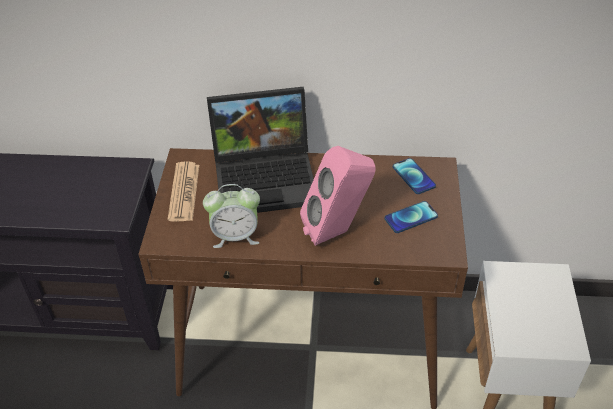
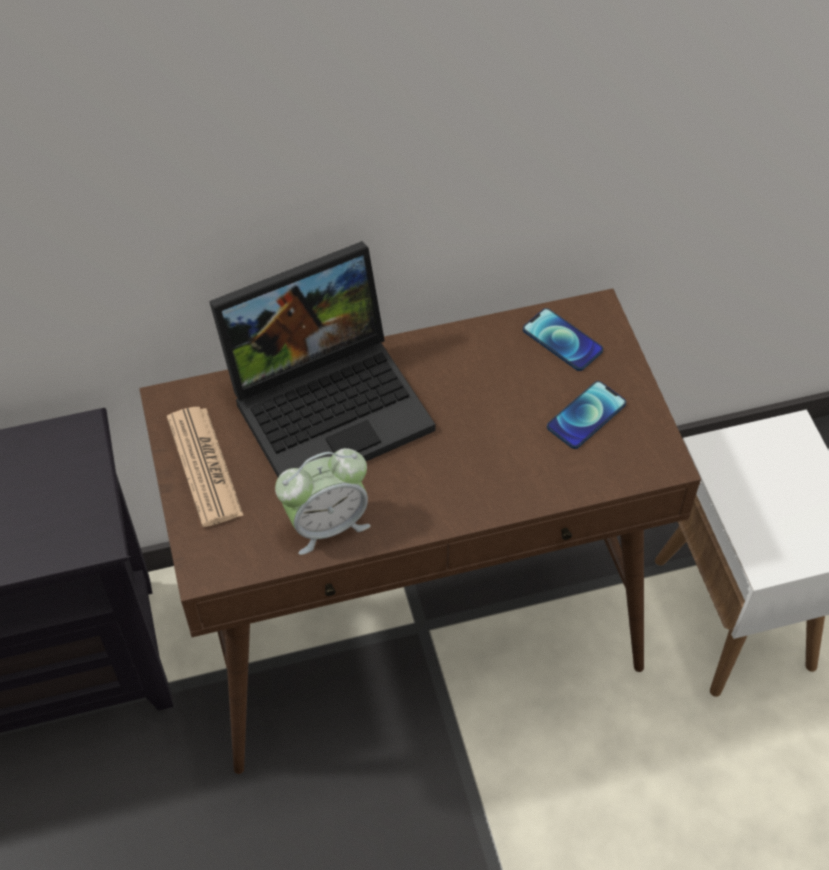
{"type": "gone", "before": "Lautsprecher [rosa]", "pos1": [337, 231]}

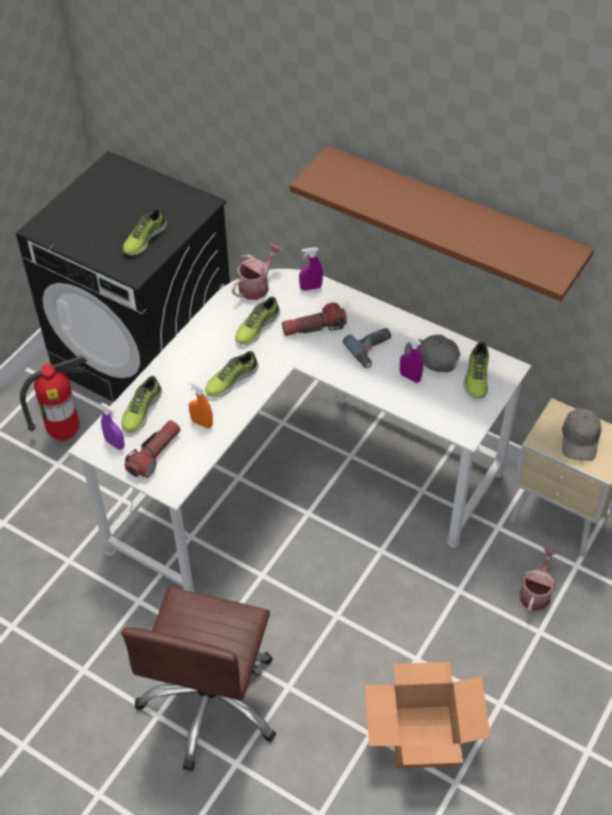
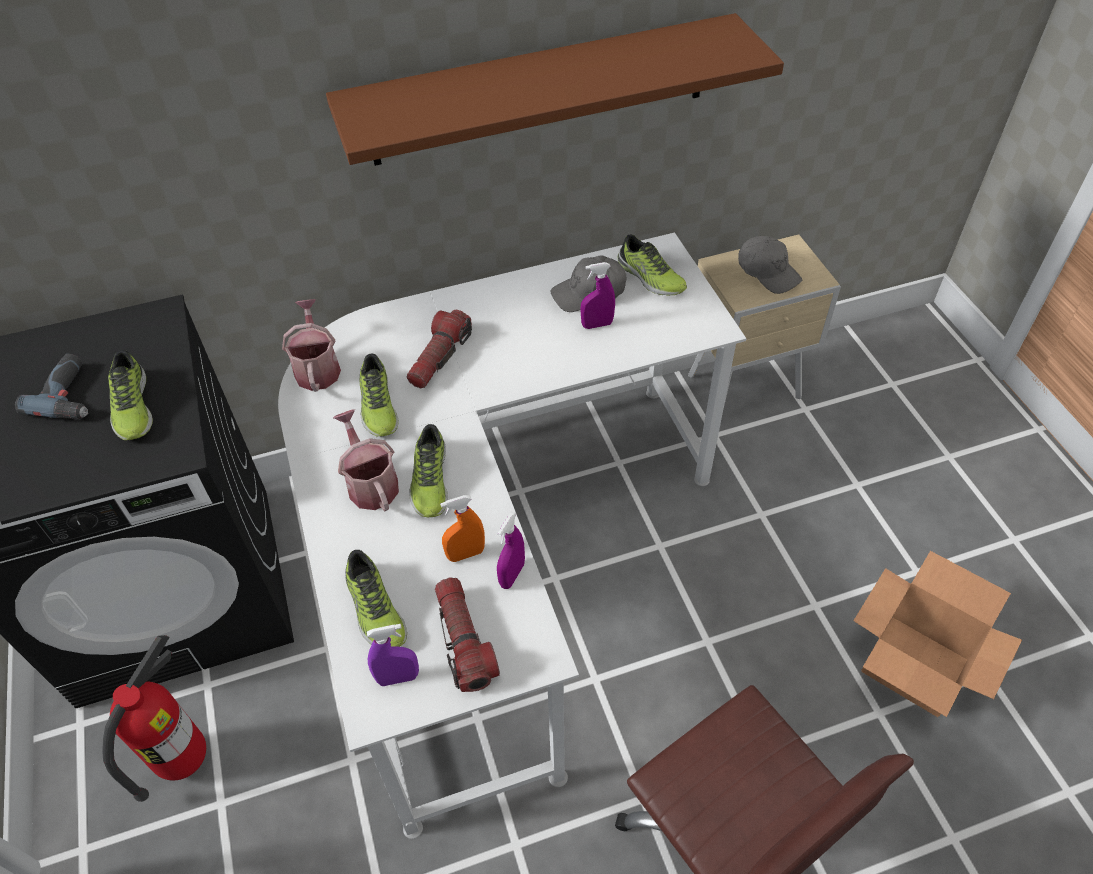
{"type": "shifted", "before": "Sprühflasche [lila]", "pos1": [311, 288], "pos2": [512, 575]}
{"type": "shifted", "before": "Bohrmaschine", "pos1": [372, 350], "pos2": [71, 394]}
{"type": "shifted", "before": "Gießkanne", "pos1": [536, 592], "pos2": [370, 483]}

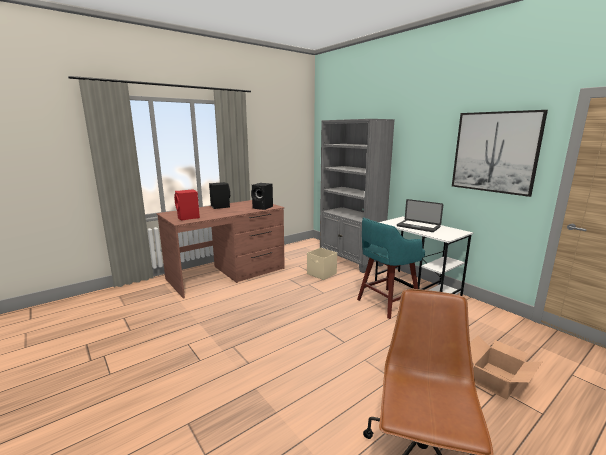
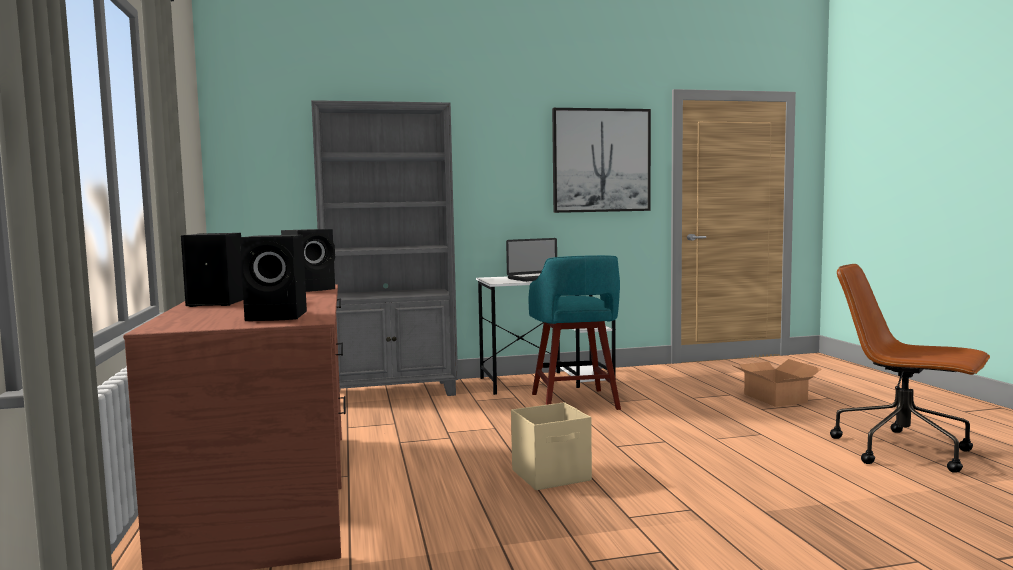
{"type": "shifted", "before": "Aufbewahrungsbox [beige]", "pos1": [321, 274], "pos2": [552, 475]}
{"type": "repainted", "before": "Lautsprecher [rot]", "after": "Lautsprecher [schwarz]", "pos1": [188, 217], "pos2": [279, 317]}

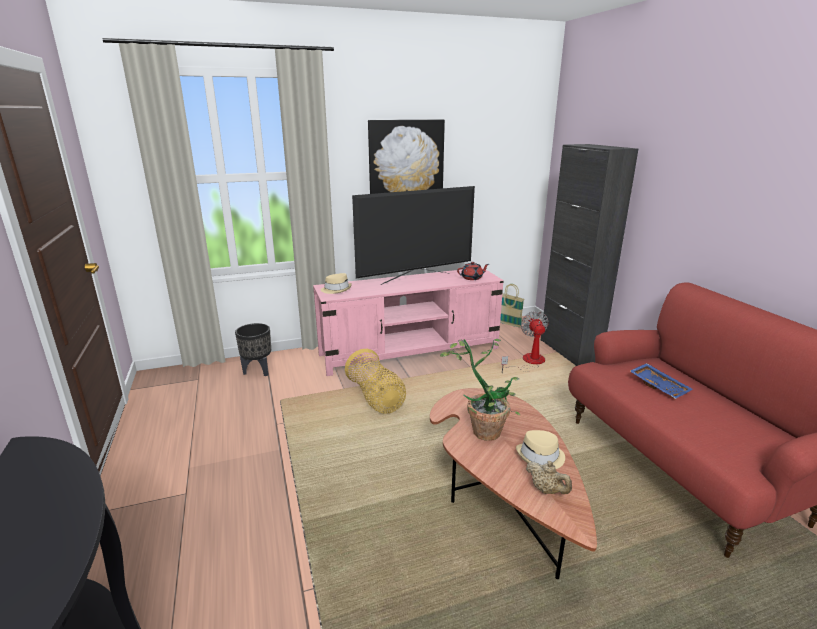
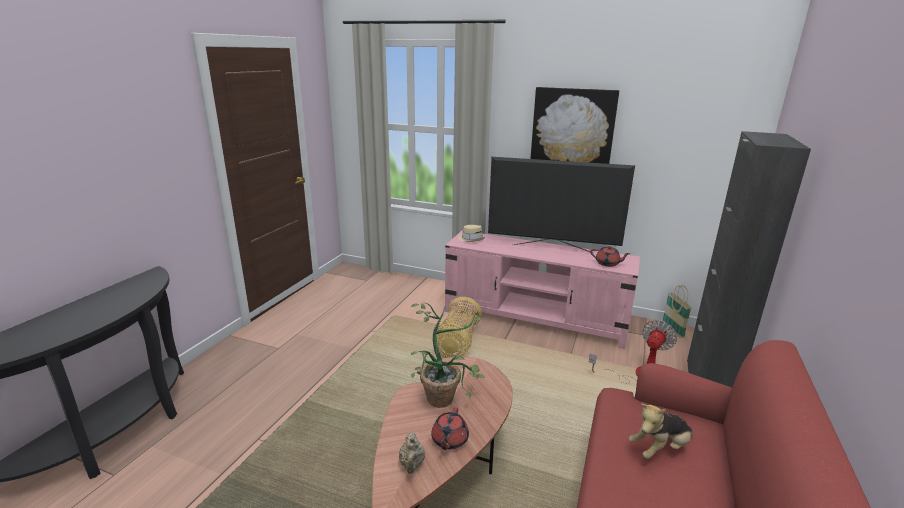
{"type": "gone", "before": "Pflanzkübel [schwarz]", "pos1": [258, 371]}
{"type": "swapped", "before": "Hut [beige]", "after": "Teekanne [rot]", "pos1": [541, 457], "pos2": [449, 440]}
{"type": "swapped", "before": "Tablett [blau]", "after": "Plüschtier", "pos1": [659, 386], "pos2": [660, 448]}

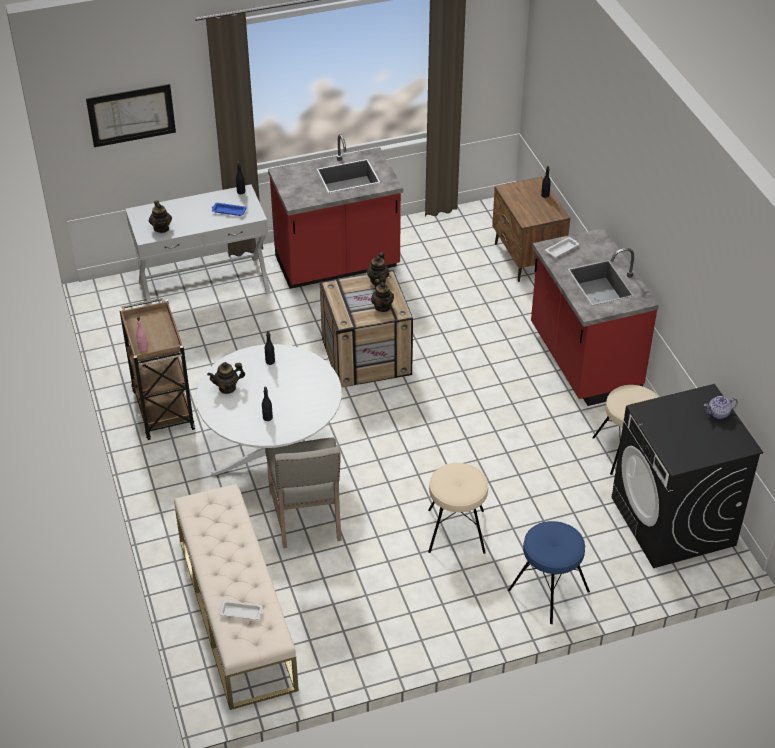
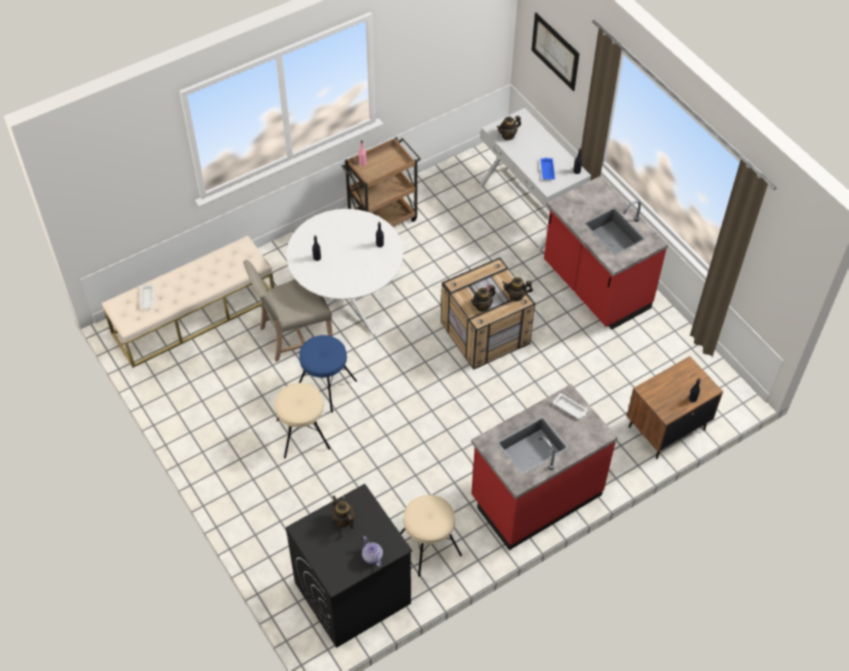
{"type": "shifted", "before": "Teekanne", "pos1": [227, 387], "pos2": [343, 520]}
{"type": "shifted", "before": "Hocker [blau]", "pos1": [548, 591], "pos2": [326, 386]}

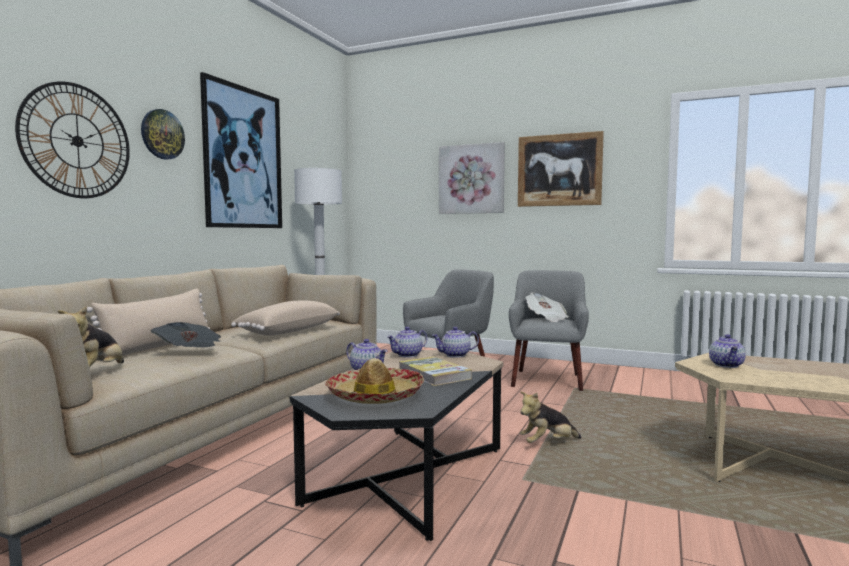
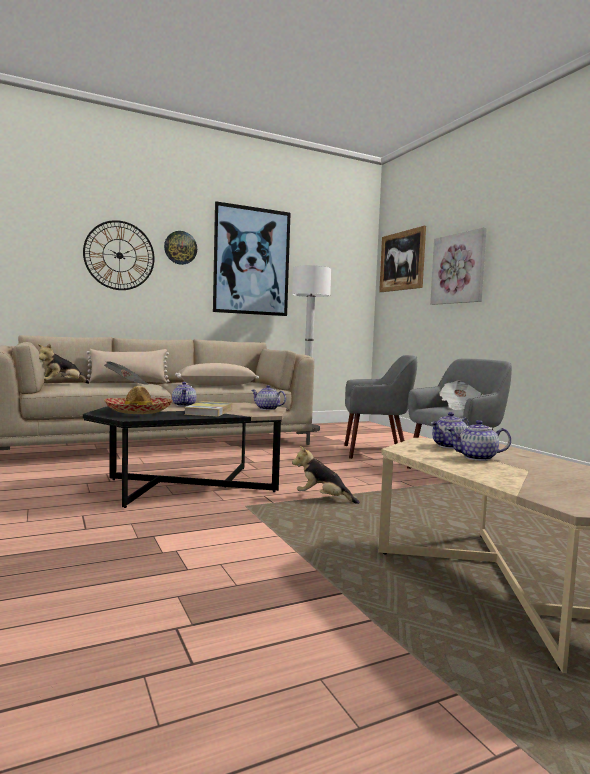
{"type": "shifted", "before": "Teekanne", "pos1": [407, 355], "pos2": [477, 458]}
{"type": "shifted", "before": "Bild", "pos1": [559, 170], "pos2": [402, 261]}

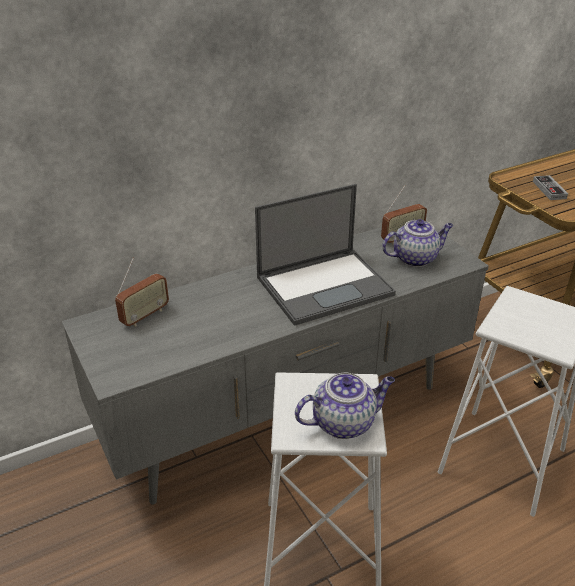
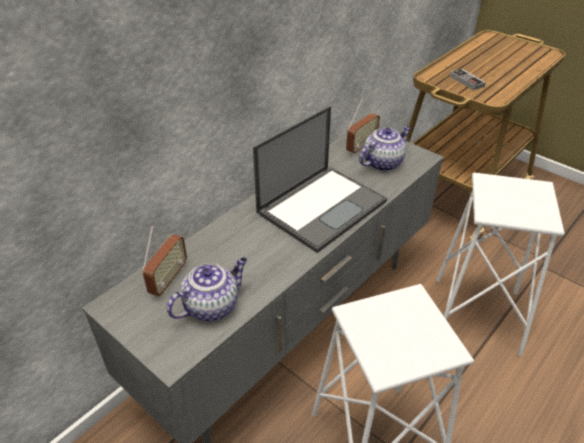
{"type": "shifted", "before": "Teekanne", "pos1": [344, 422], "pos2": [212, 305]}

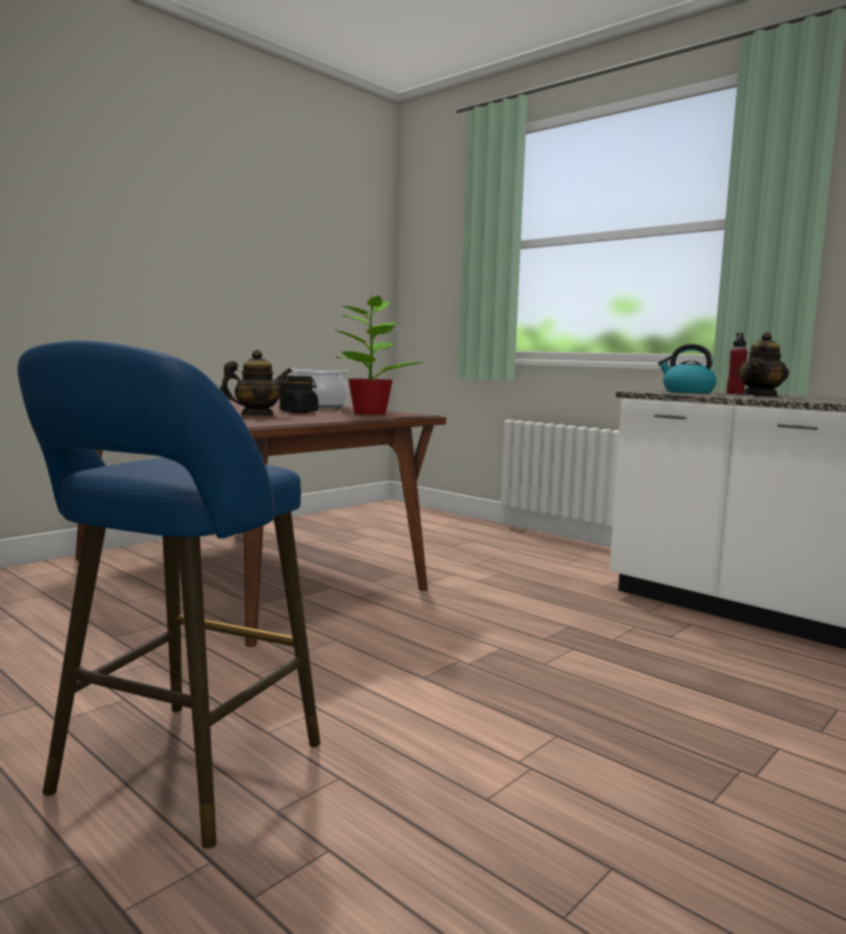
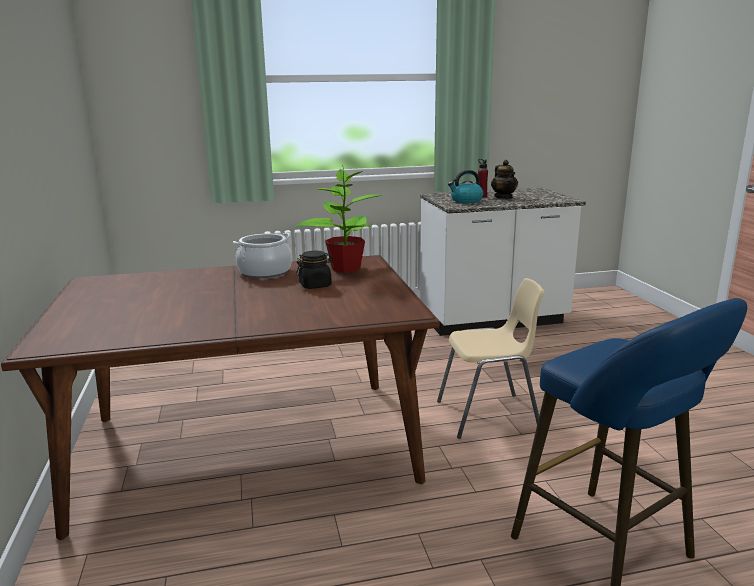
{"type": "gone", "before": "Teekanne", "pos1": [257, 416]}
{"type": "new", "after": "Stuhl [beige]", "pos2": [489, 415]}

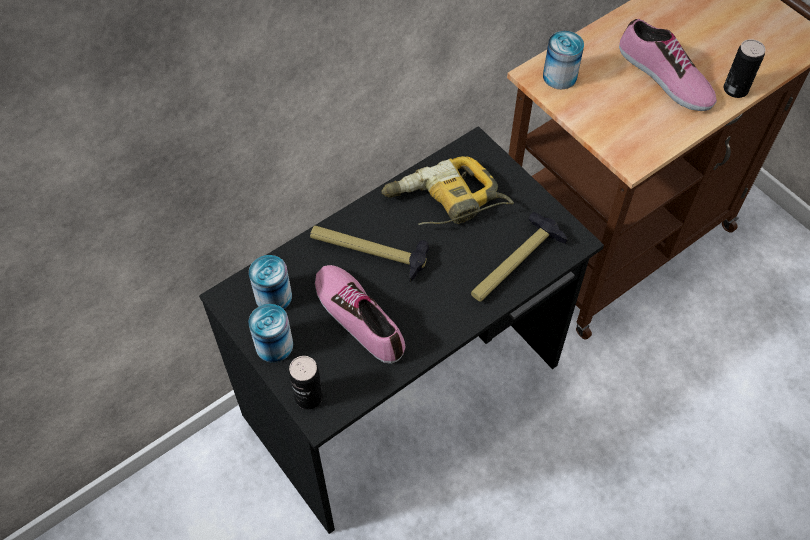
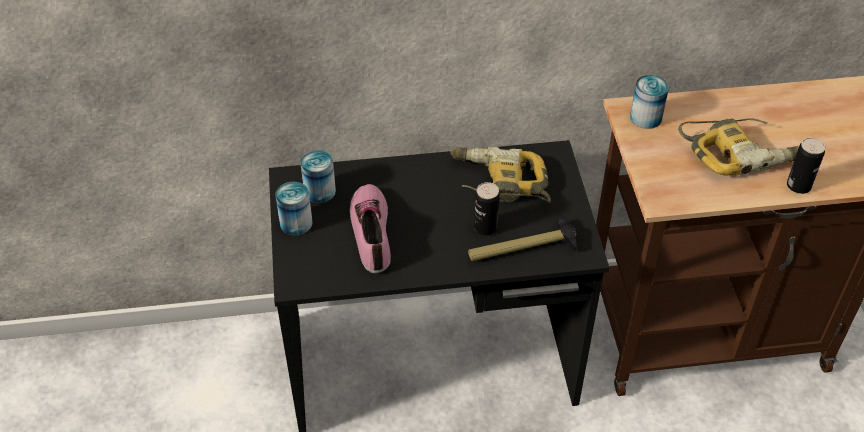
{"type": "gone", "before": "Hammer", "pos1": [368, 252]}
{"type": "shifted", "before": "Dose", "pos1": [308, 397], "pos2": [485, 227]}
{"type": "swapped", "before": "Schuh", "after": "Bohrmaschine", "pos1": [664, 77], "pos2": [739, 152]}

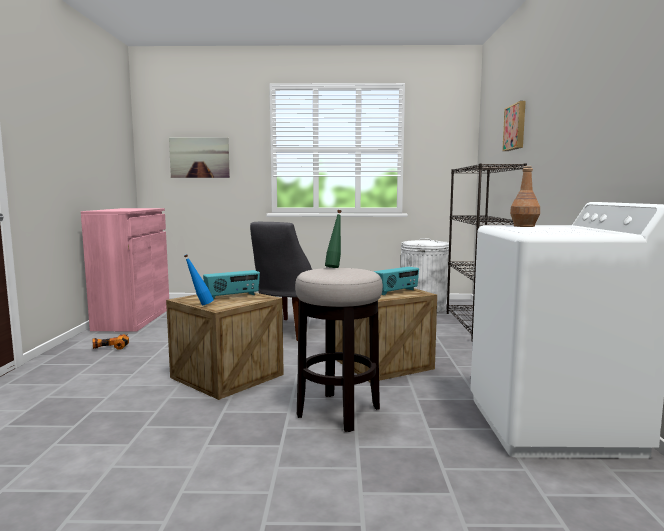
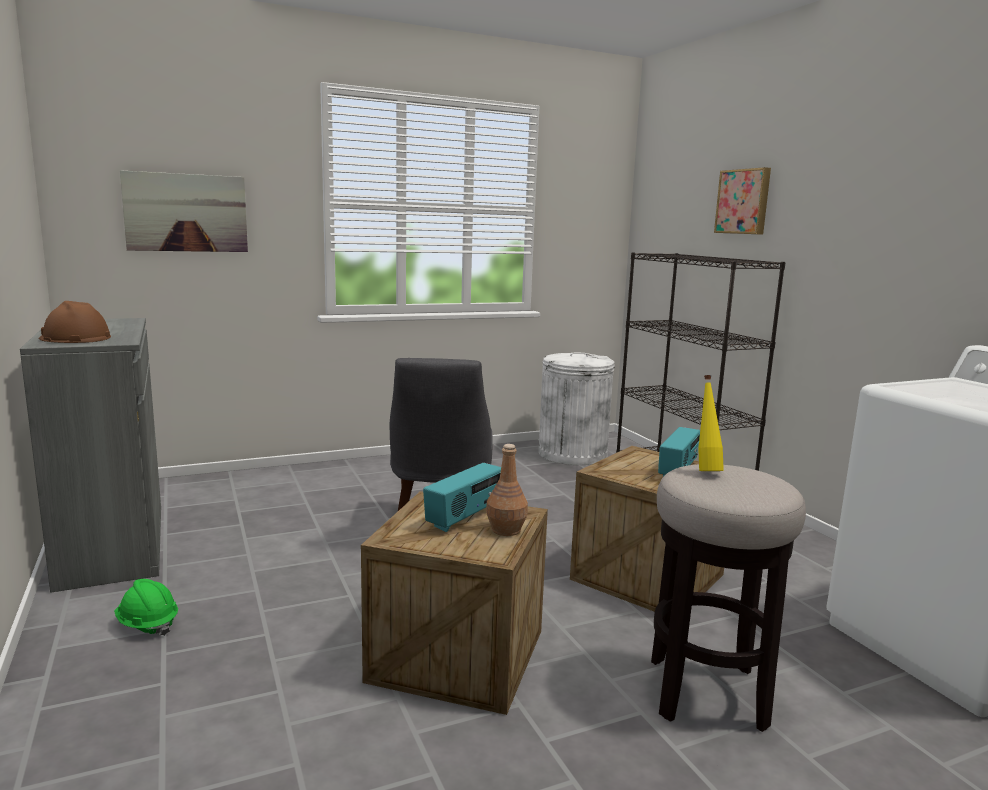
{"type": "gone", "before": "Flasche [blau]", "pos1": [200, 305]}
{"type": "new", "after": "Schutzhelm [braun]", "pos2": [75, 338]}
{"type": "shifted", "before": "Flasche [braun]", "pos1": [524, 226], "pos2": [505, 530]}
{"type": "swapped", "before": "Bohrmaschine", "after": "Schutzhelm [grün]", "pos1": [111, 346], "pos2": [147, 624]}
{"type": "repainted", "before": "Schrank [rosa]", "after": "Schrank [grau]", "pos1": [133, 319], "pos2": [112, 544]}
{"type": "repainted", "before": "Flasche [grün]", "after": "Flasche [gelb]", "pos1": [334, 267], "pos2": [705, 470]}

